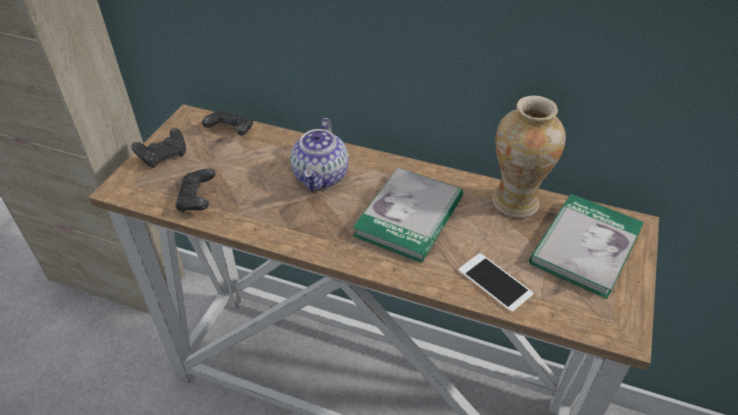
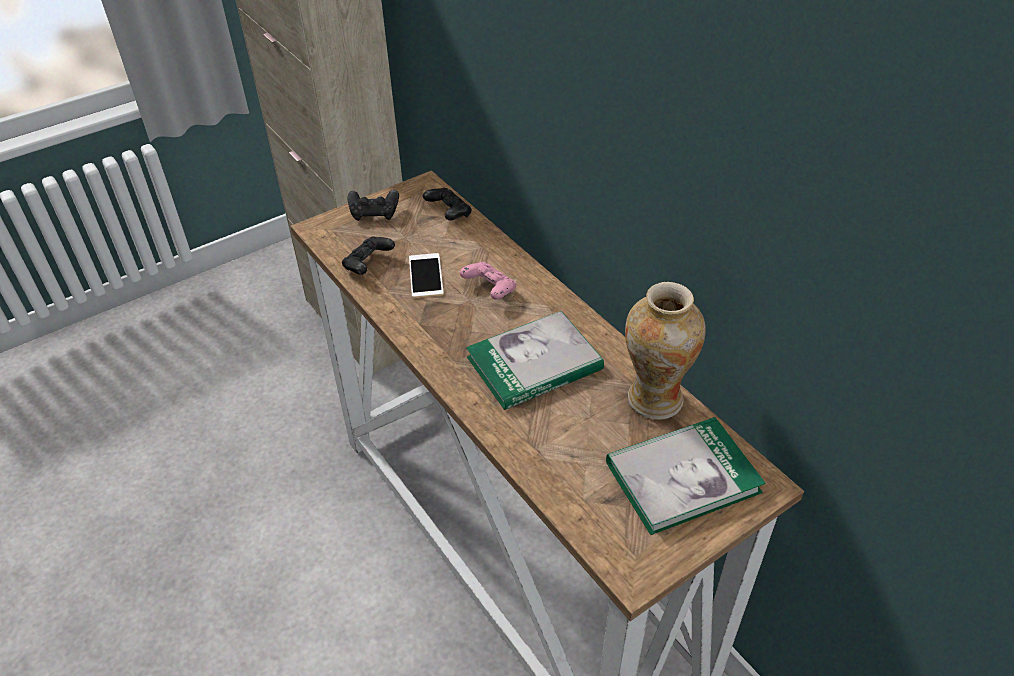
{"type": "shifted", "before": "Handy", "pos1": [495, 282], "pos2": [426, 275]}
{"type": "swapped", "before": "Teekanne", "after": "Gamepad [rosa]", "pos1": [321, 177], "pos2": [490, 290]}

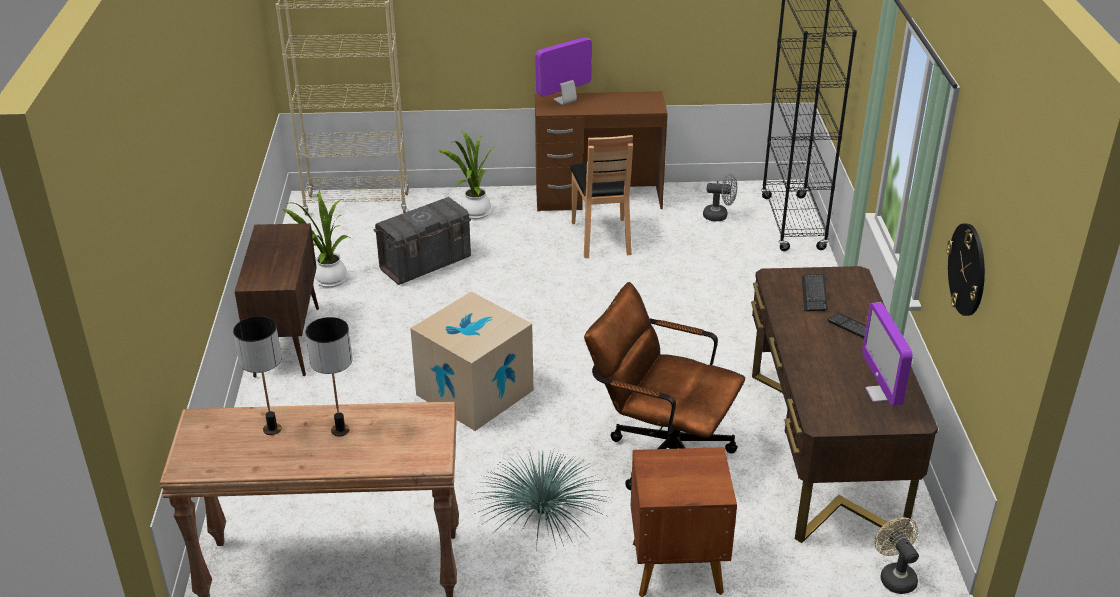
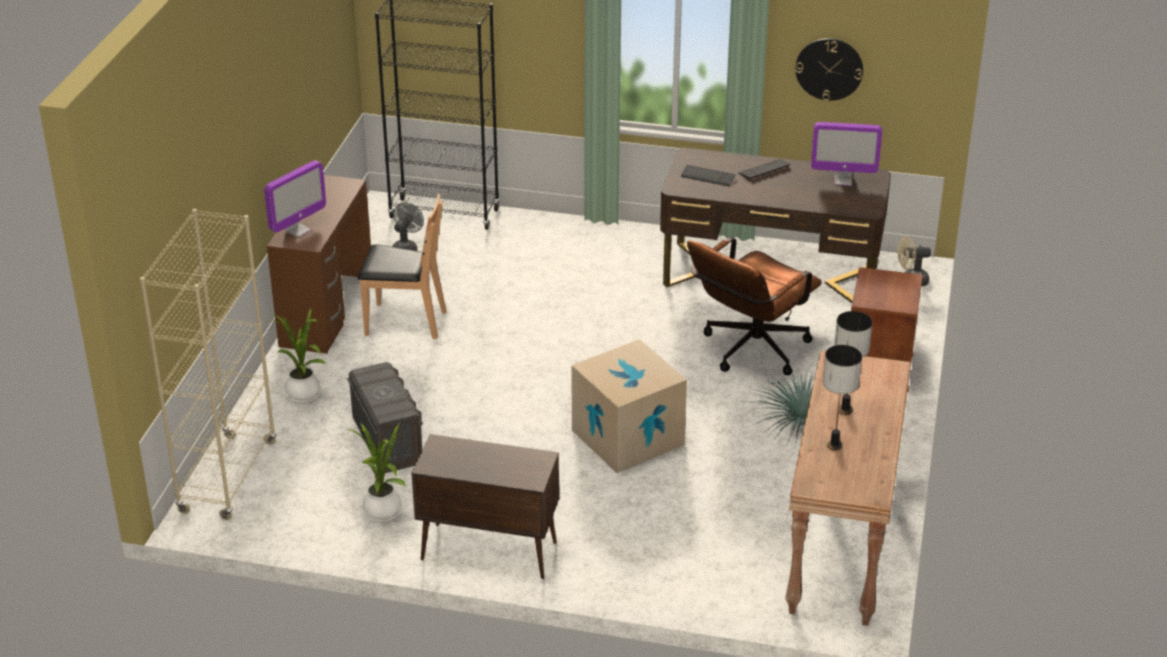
{"type": "rotated", "before": "Monitor", "pos1": [565, 101], "pos2": [298, 230], "turn": -120}

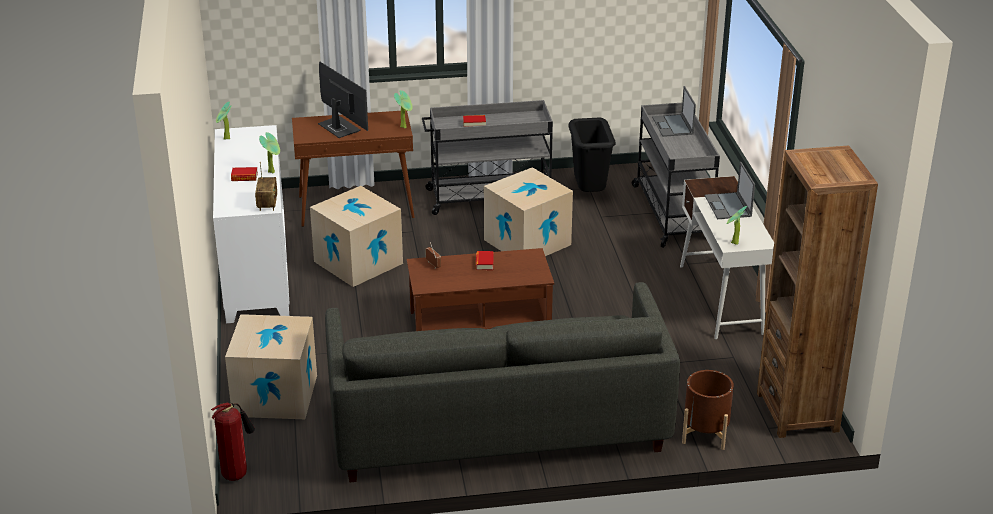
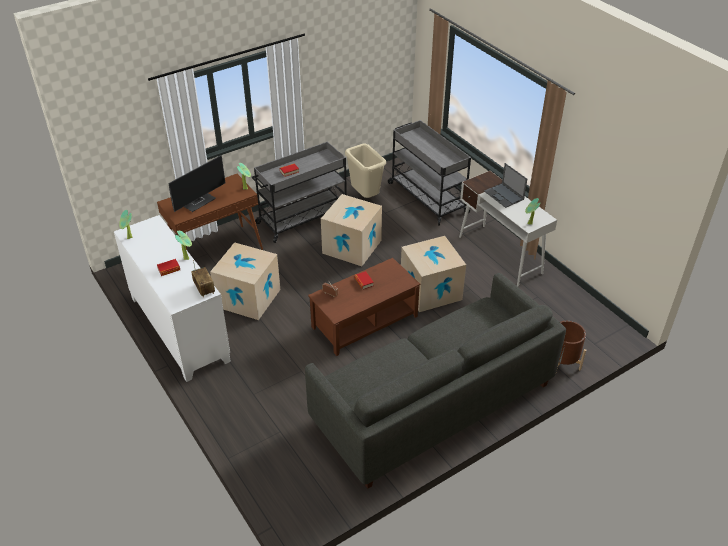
{"type": "gone", "before": "Feuerlöscher", "pos1": [237, 474]}
{"type": "gone", "before": "Laptop", "pos1": [673, 126]}
{"type": "gone", "before": "Bücherregal [braun]", "pos1": [797, 412]}
{"type": "shifted", "before": "Karton", "pos1": [275, 395], "pos2": [430, 291]}
{"type": "repainted", "before": "Mülleimer [schwarz]", "after": "Mülleimer [beige]", "pos1": [589, 193], "pos2": [365, 196]}
{"type": "rotated", "before": "Monitor", "pos1": [338, 127], "pos2": [198, 201], "turn": 105}

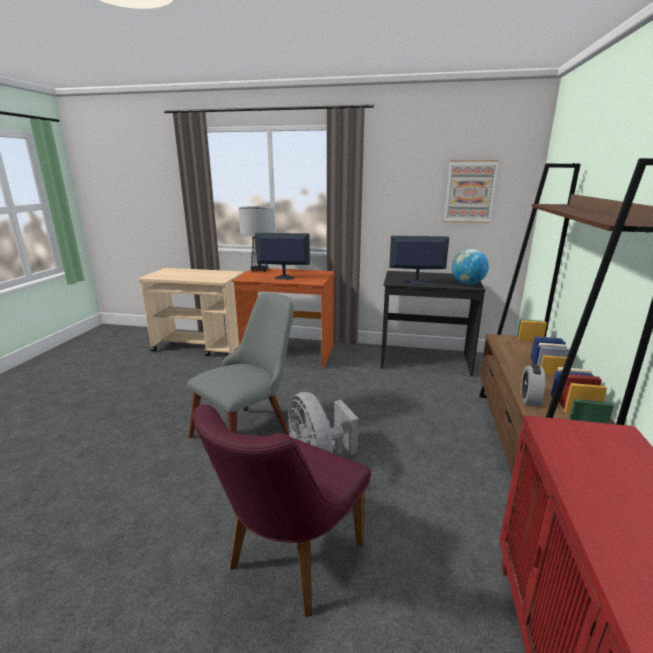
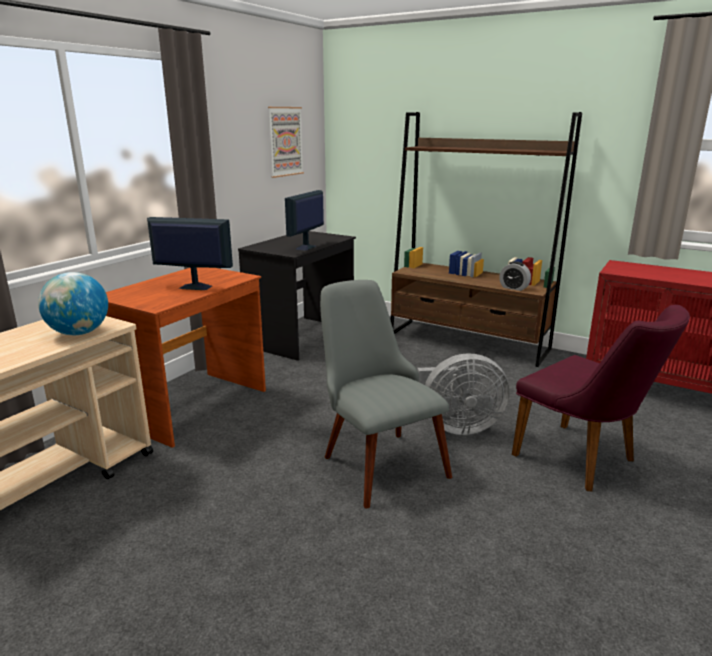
{"type": "gone", "before": "Tischlampe", "pos1": [259, 270]}
{"type": "shifted", "before": "Globus", "pos1": [467, 284], "pos2": [79, 333]}
{"type": "rotated", "before": "Monitor", "pos1": [283, 277], "pos2": [194, 287], "turn": 75}

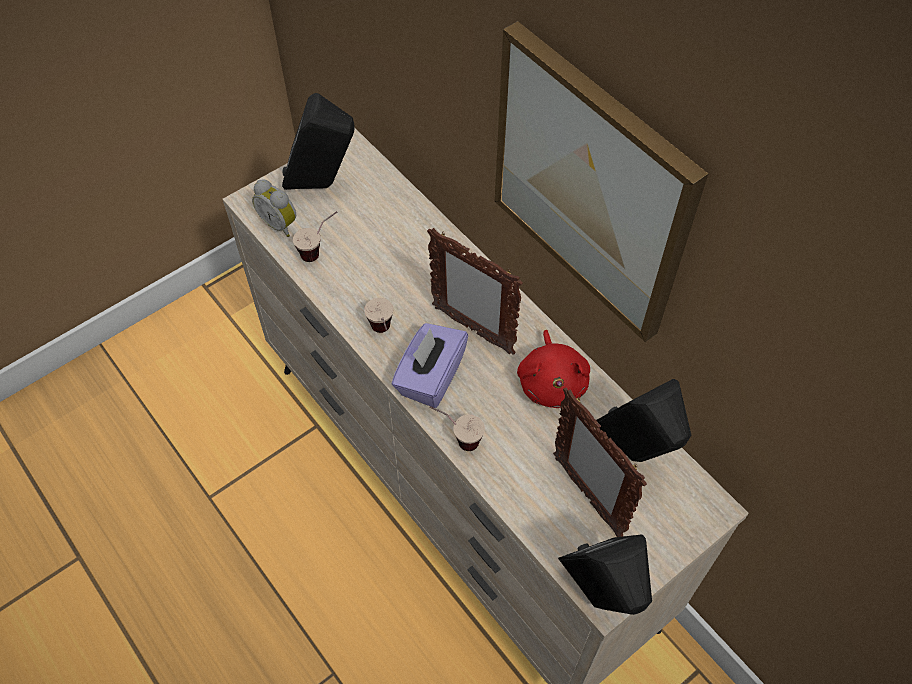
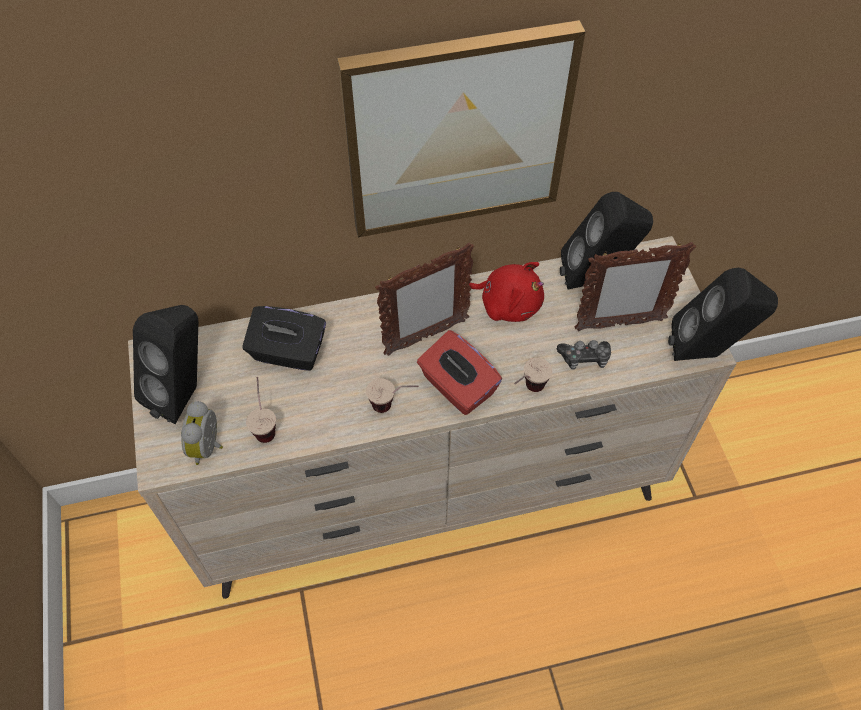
{"type": "new", "after": "Taschentuchbox [schwarz]", "pos2": [288, 352]}
{"type": "new", "after": "Gamepad", "pos2": [584, 358]}
{"type": "repainted", "before": "Taschentuchbox [lila]", "after": "Taschentuchbox [rot]", "pos1": [430, 377], "pos2": [457, 387]}
{"type": "rotated", "before": "Wecker", "pos1": [280, 223], "pos2": [209, 447], "turn": 120}

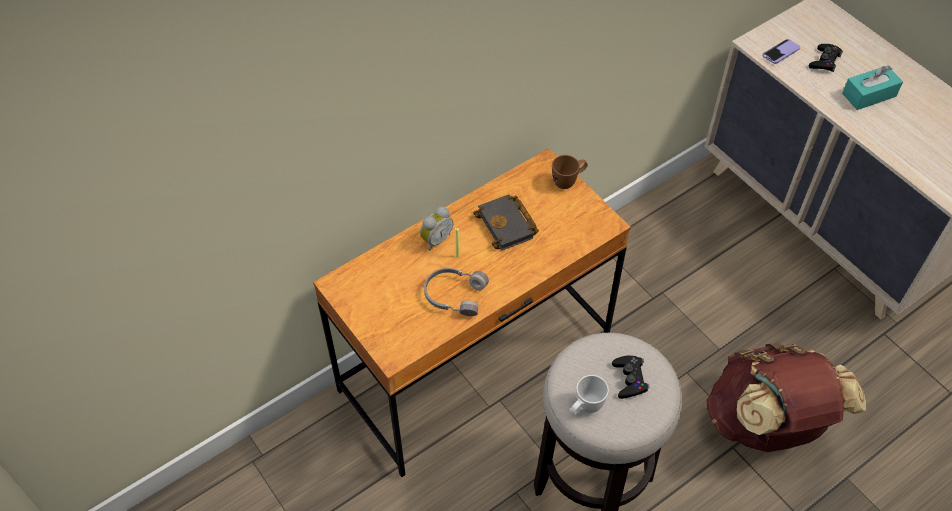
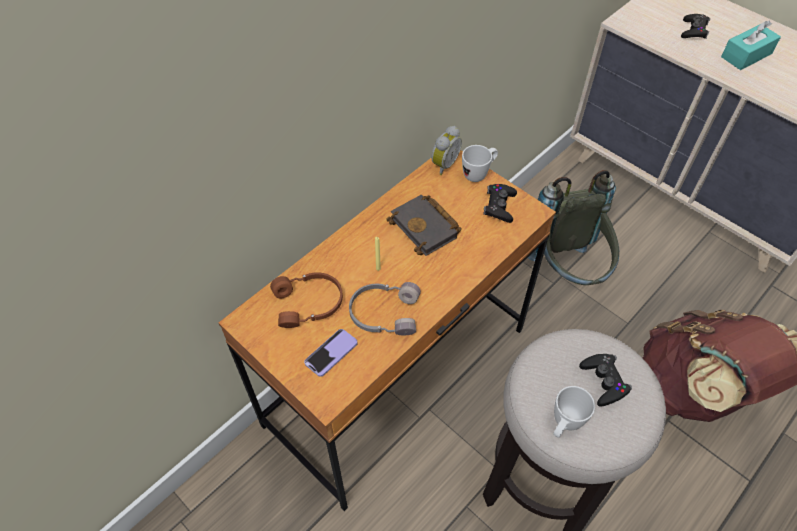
{"type": "new", "after": "Kopfhörer [braun]", "pos2": [309, 304]}
{"type": "new", "after": "Gamepad [schwarz]", "pos2": [499, 206]}
{"type": "new", "after": "Rucksack [grau]", "pos2": [568, 271]}
{"type": "shifted", "before": "Wecker", "pos1": [435, 239], "pos2": [443, 164]}
{"type": "shifted", "before": "Handy", "pos1": [780, 52], "pos2": [331, 353]}
{"type": "repainted", "before": "Henkelbecher [braun]", "after": "Henkelbecher [weiß]", "pos1": [568, 181], "pos2": [478, 173]}

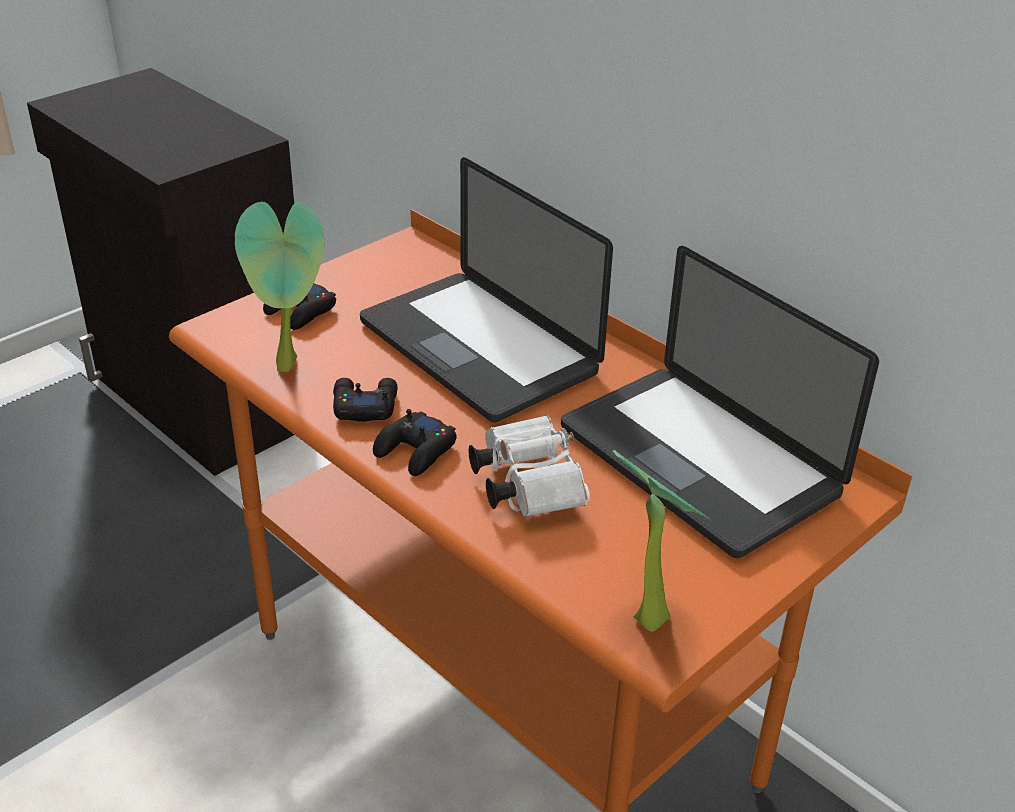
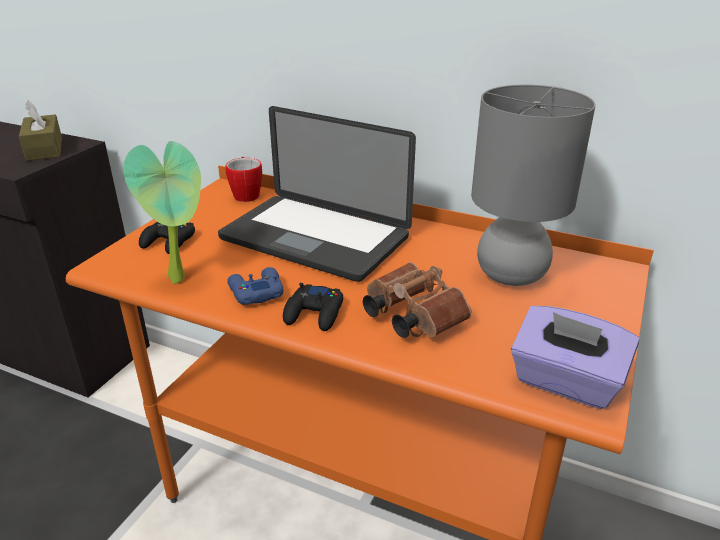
{"type": "new", "after": "Taschentuchbox [braun]", "pos2": [44, 149]}
{"type": "new", "after": "Henkelbecher", "pos2": [246, 194]}
{"type": "swapped", "before": "Laptop", "after": "Tischlampe [grau]", "pos1": [698, 461], "pos2": [512, 275]}
{"type": "swapped", "before": "Topfpflanze", "after": "Taschentuchbox [lila]", "pos1": [651, 614], "pos2": [565, 382]}
{"type": "repainted", "before": "Gamepad [schwarz]", "after": "Gamepad [blau]", "pos1": [364, 406], "pos2": [256, 292]}
{"type": "repainted", "before": "Fernglas [weiß]", "after": "Fernglas [braun]", "pos1": [526, 483], "pos2": [410, 316]}

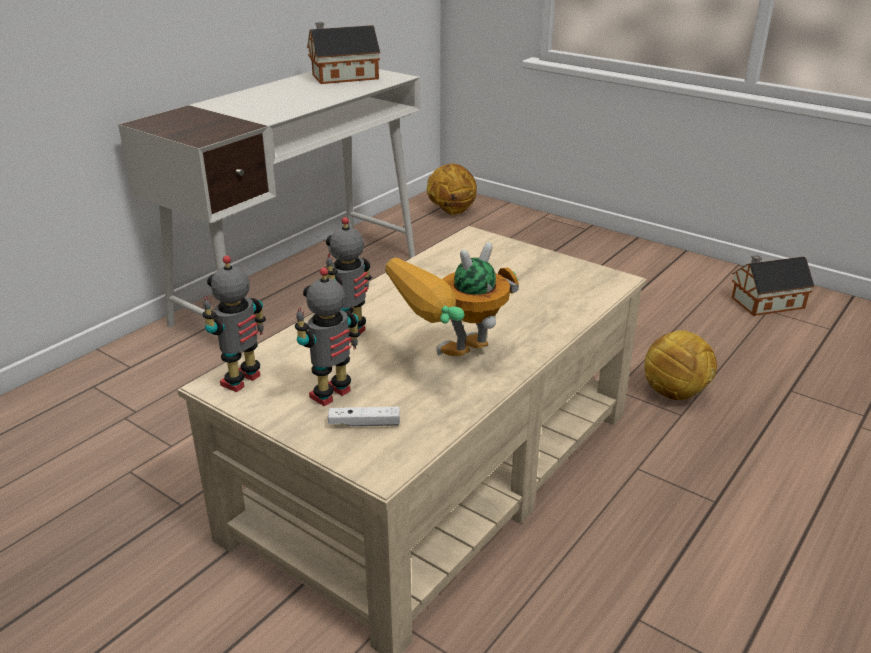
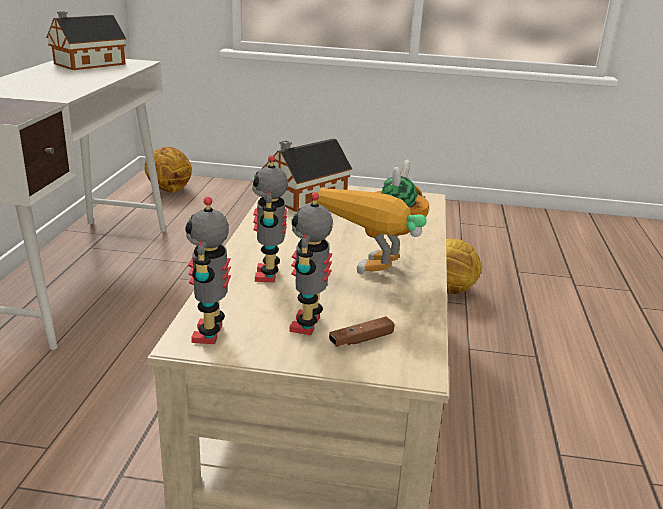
{"type": "shifted", "before": "Spielzeughaus", "pos1": [764, 303], "pos2": [303, 198]}
{"type": "repainted", "before": "Gamepad [weiß]", "after": "Gamepad [braun]", "pos1": [364, 423], "pos2": [361, 339]}

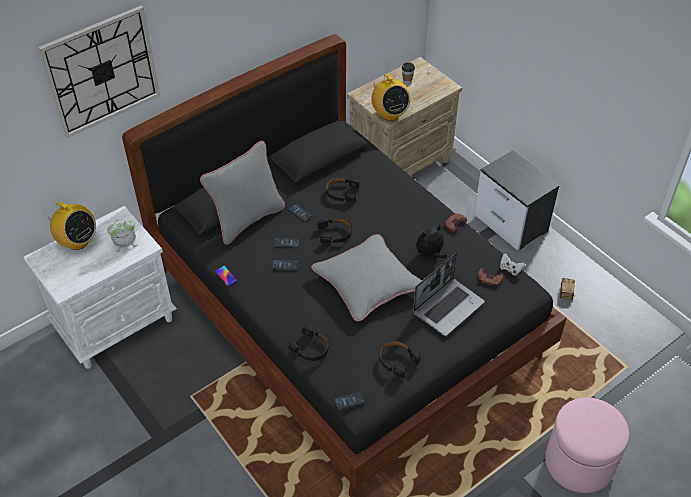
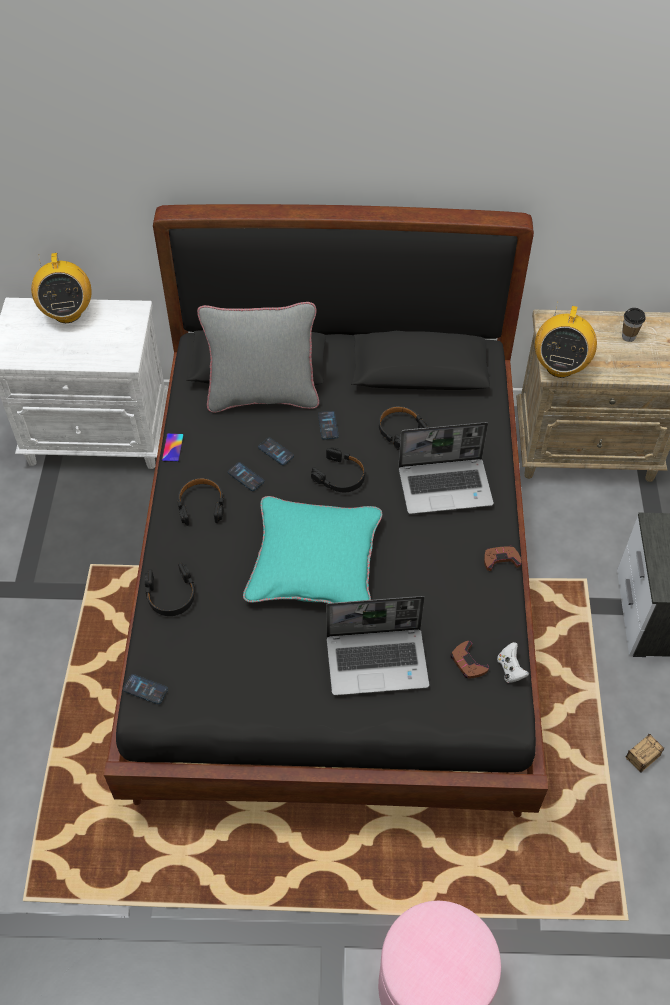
{"type": "gone", "before": "Wanduhr", "pos1": [101, 71]}
{"type": "gone", "before": "Wecker", "pos1": [125, 244]}
{"type": "gone", "before": "Plüschtier", "pos1": [430, 254]}
{"type": "new", "after": "Laptop", "pos2": [446, 486]}
{"type": "shifted", "before": "Kopfhörer [schwarz]", "pos1": [397, 360], "pos2": [201, 505]}
{"type": "repainted", "before": "Kissen [grau]", "after": "Kissen [türkis]", "pos1": [367, 282], "pos2": [314, 561]}

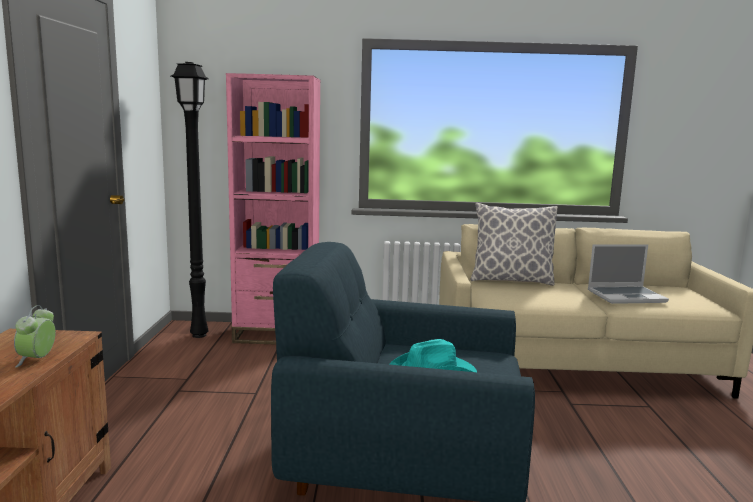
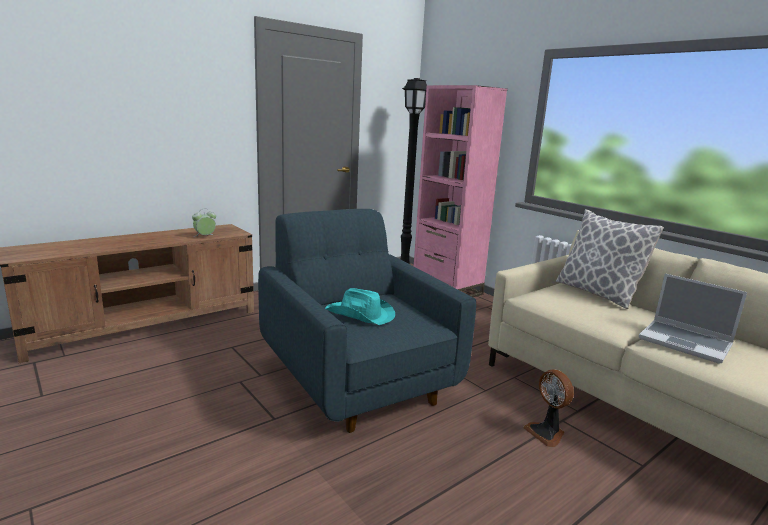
{"type": "new", "after": "Ventilator", "pos2": [546, 433]}

